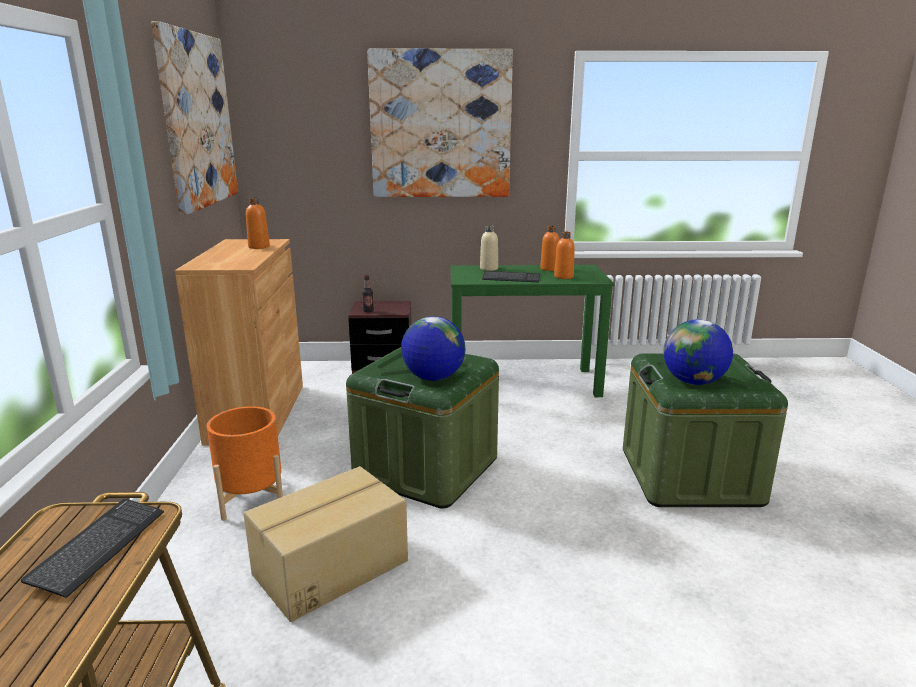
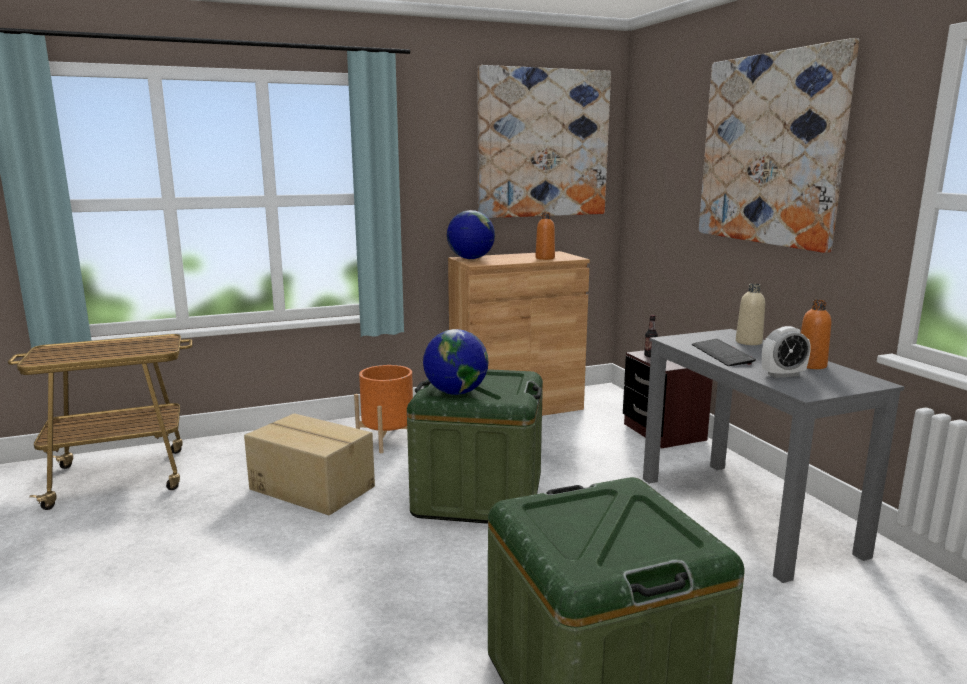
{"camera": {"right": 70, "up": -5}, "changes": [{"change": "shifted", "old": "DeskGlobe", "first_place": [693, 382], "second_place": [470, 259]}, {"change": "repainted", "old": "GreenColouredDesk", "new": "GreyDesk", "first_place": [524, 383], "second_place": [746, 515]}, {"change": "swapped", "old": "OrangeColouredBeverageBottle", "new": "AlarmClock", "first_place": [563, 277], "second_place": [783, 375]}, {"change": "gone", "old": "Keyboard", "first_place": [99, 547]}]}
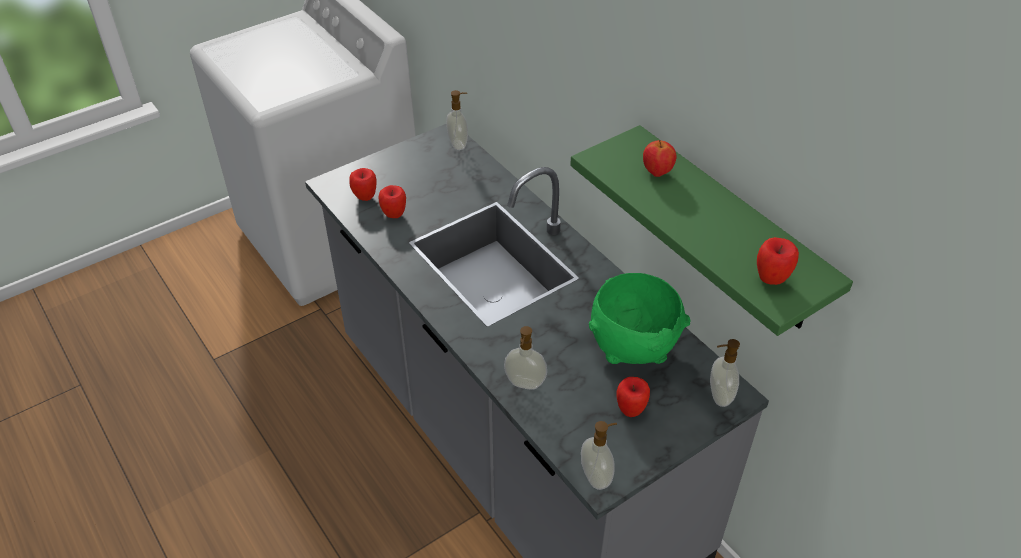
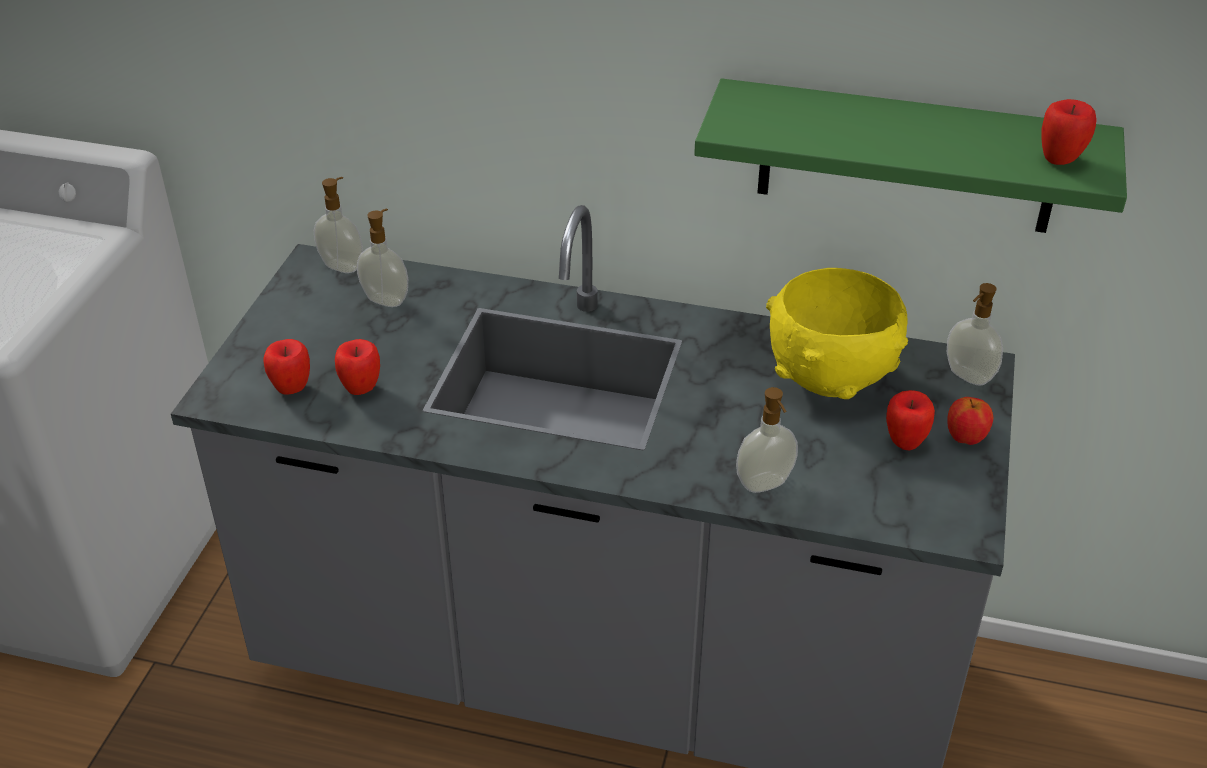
{"camera": {"right": -40, "up": -5}, "changes": [{"change": "shifted", "old": "SoapBottle", "first_place": [597, 477], "second_place": [386, 299]}, {"change": "repainted", "old": "GreenColouredDeepDish", "new": "YellowDeepDish", "first_place": [632, 349], "second_place": [829, 381]}, {"change": "shifted", "old": "AppleFruit", "first_place": [657, 172], "second_place": [965, 438]}]}
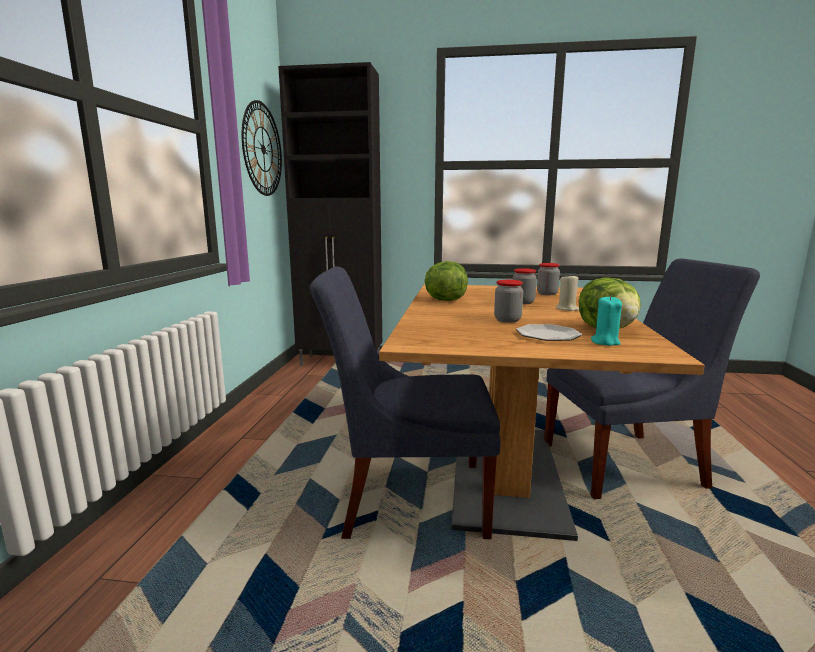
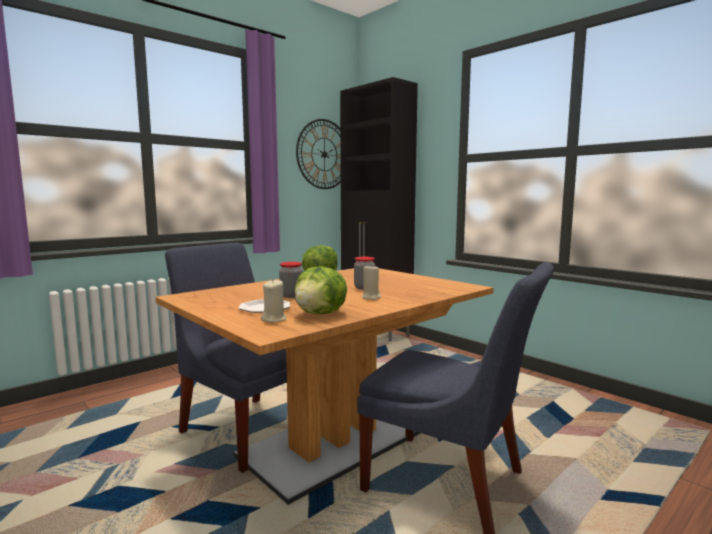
{"camera": {"right": 40, "up": -5}, "changes": [{"change": "repainted", "old": "BlueGreenWaxCandle", "new": "BeigeColouredWaxCandle", "first_place": [605, 342], "second_place": [274, 319]}, {"change": "gone", "old": "StorageJar", "first_place": [547, 293]}]}
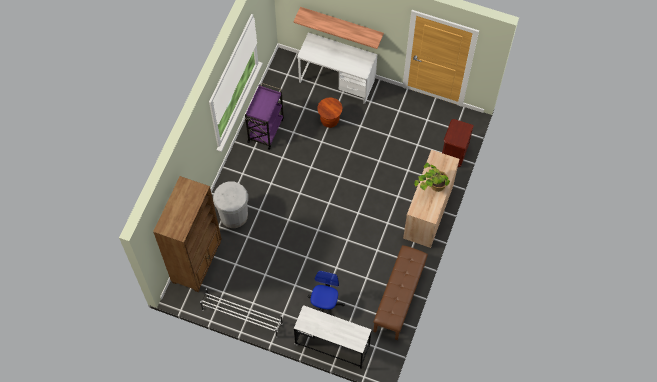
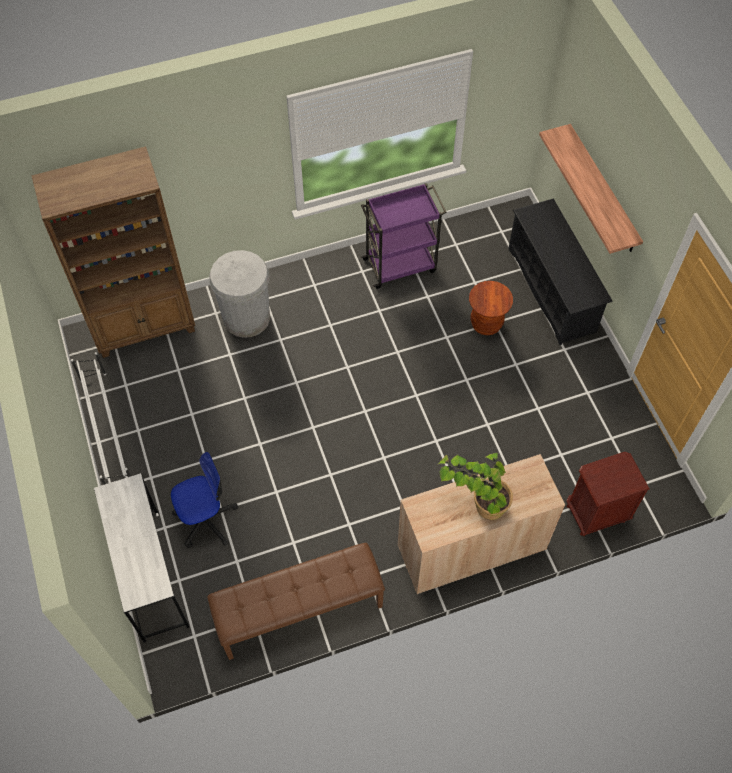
{"camera": {"right": 50, "up": -5}, "changes": [{"change": "swapped", "old": "WhitishDesk", "new": "BlackishShoeRack", "first_place": [337, 81], "second_place": [551, 290]}]}
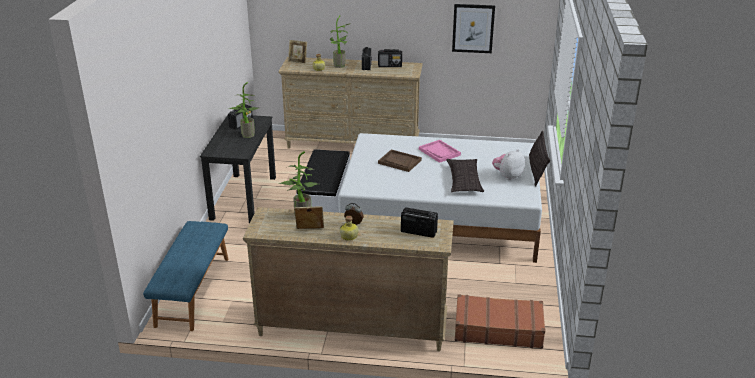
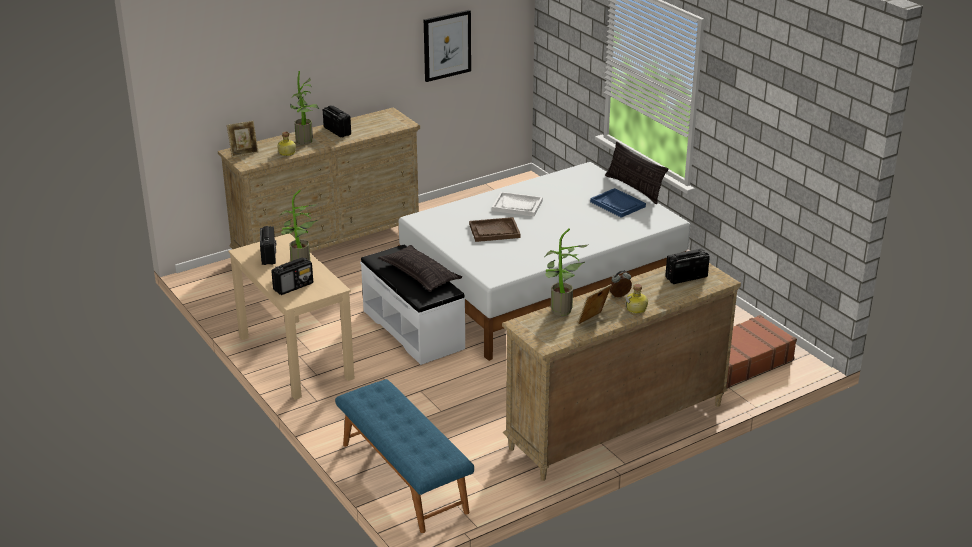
{"camera": {"right": -40, "up": 0}, "changes": [{"change": "repainted", "old": "BlackishDesk", "new": "BeigeColouredDesk", "first_place": [244, 197], "second_place": [295, 357]}, {"change": "shifted", "old": "RadioReceiver", "first_place": [390, 66], "second_place": [293, 286]}, {"change": "shifted", "old": "ThrowPillow", "first_place": [464, 180], "second_place": [420, 274]}, {"change": "repainted", "old": "PinkishCarryingTray", "new": "WhitishCarryingTray", "first_place": [439, 152], "second_place": [517, 205]}, {"change": "swapped", "old": "SoftToy", "new": "BlueCarryingTray", "first_place": [507, 176], "second_place": [618, 204]}]}
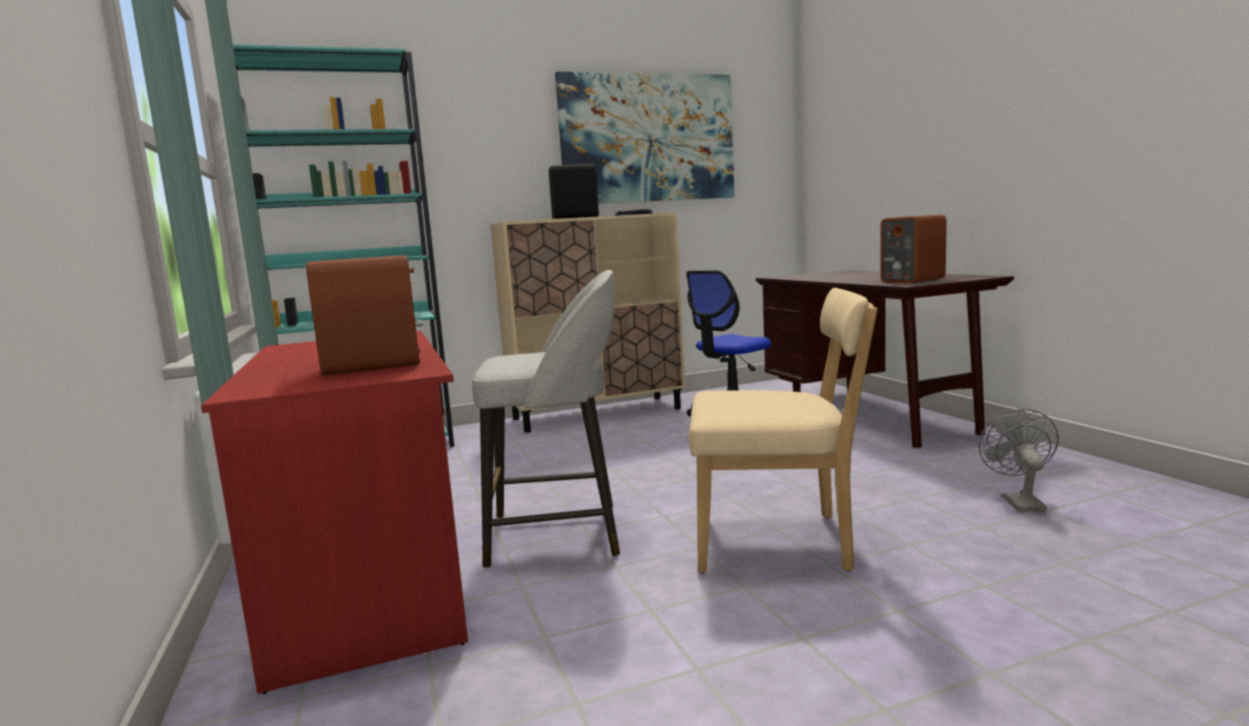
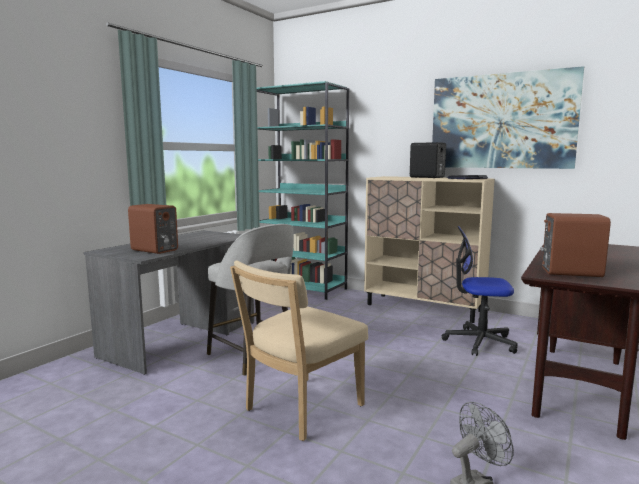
{"camera": {"right": 50, "up": 0}, "changes": [{"change": "repainted", "old": "RedDesk", "new": "GreyDesk", "first_place": [368, 577], "second_place": [182, 339]}, {"change": "rotated", "old": "BeigeColouredPlainChair", "first_place": [779, 542], "second_place": [300, 410], "degrees": 75}]}
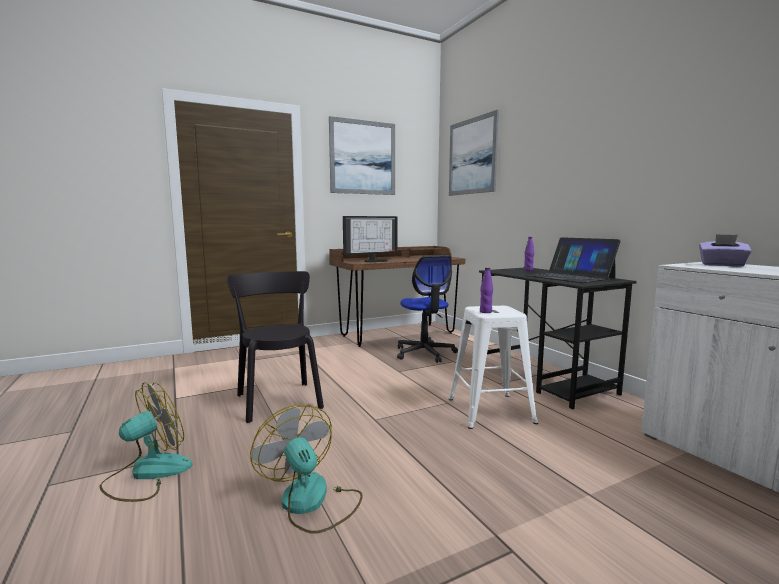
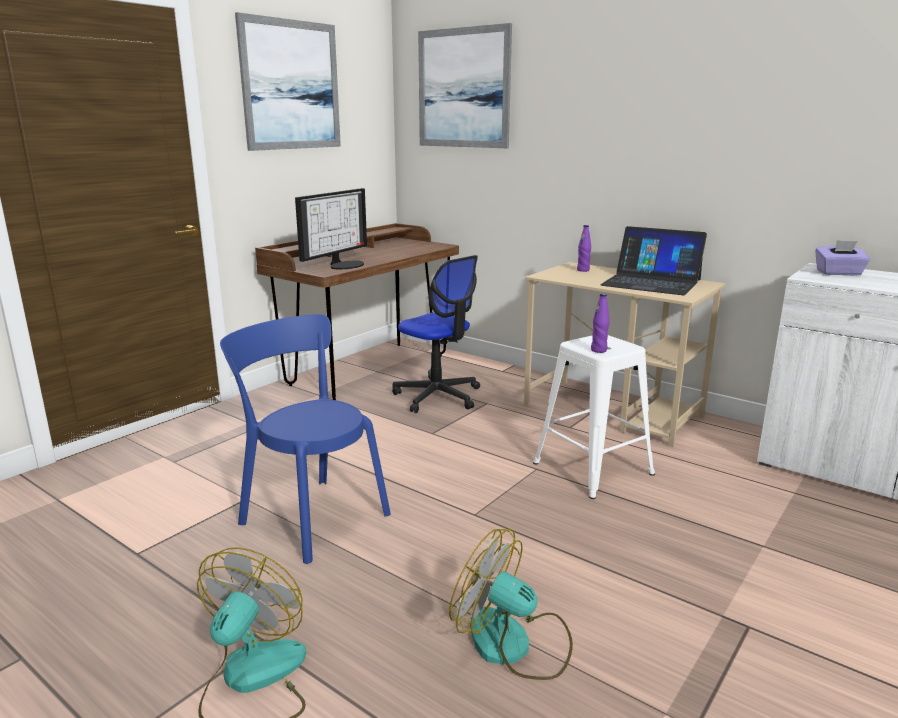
{"camera": {"right": -25, "up": 10}, "changes": [{"change": "repainted", "old": "BlackishPlainChair", "new": "BluePlainChair", "first_place": [278, 399], "second_place": [311, 516]}, {"change": "repainted", "old": "BlackishDesk", "new": "BeigeColouredDesk", "first_place": [544, 379], "second_place": [613, 411]}]}
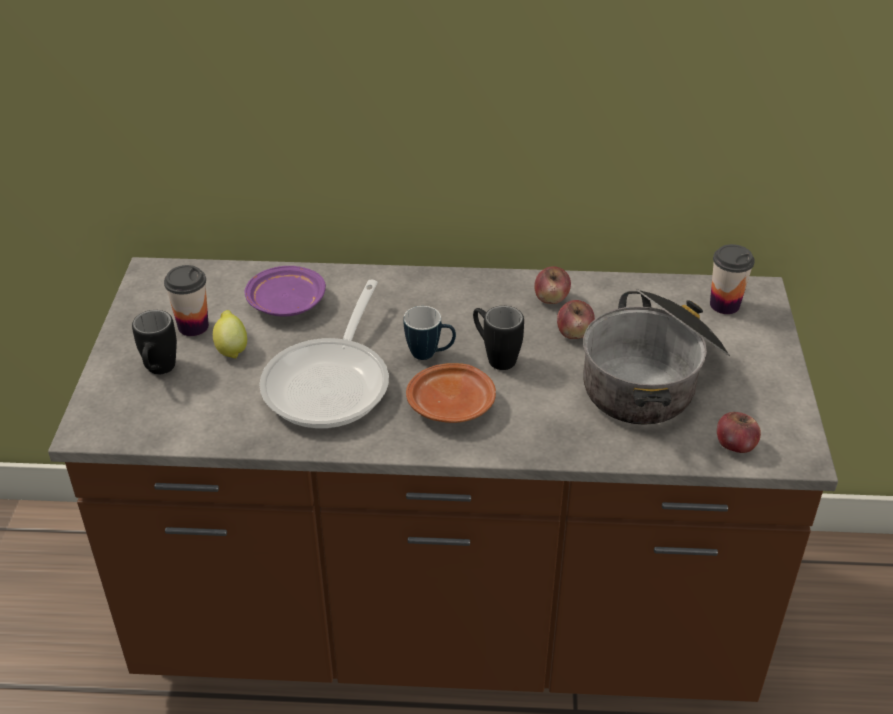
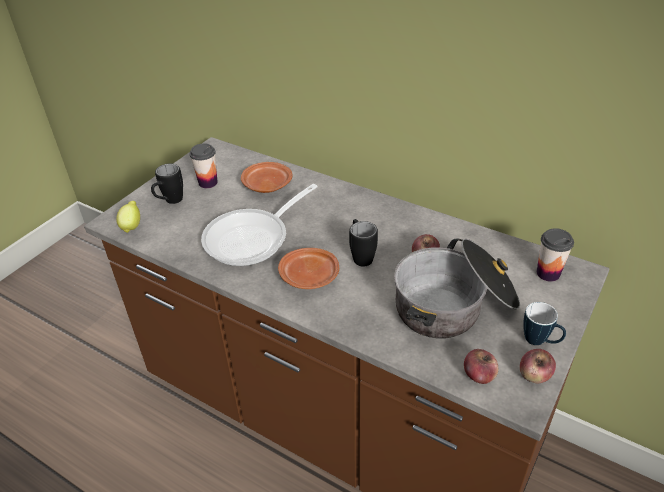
{"camera": {"right": 30, "up": 0}, "changes": [{"change": "shifted", "old": "CitrusFruit", "first_place": [232, 349], "second_place": [132, 226]}, {"change": "repainted", "old": "PurpleColouredDinnerPlate", "new": "BrownishDinnerPlate", "first_place": [285, 303], "second_place": [266, 185]}, {"change": "shifted", "old": "AppleFruit", "first_place": [551, 298], "second_place": [534, 375]}, {"change": "shifted", "old": "CoffeeMug", "first_place": [430, 354], "second_place": [540, 342]}]}
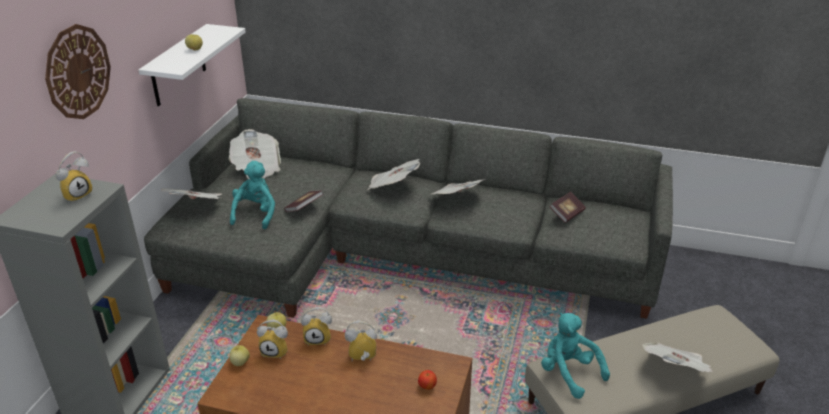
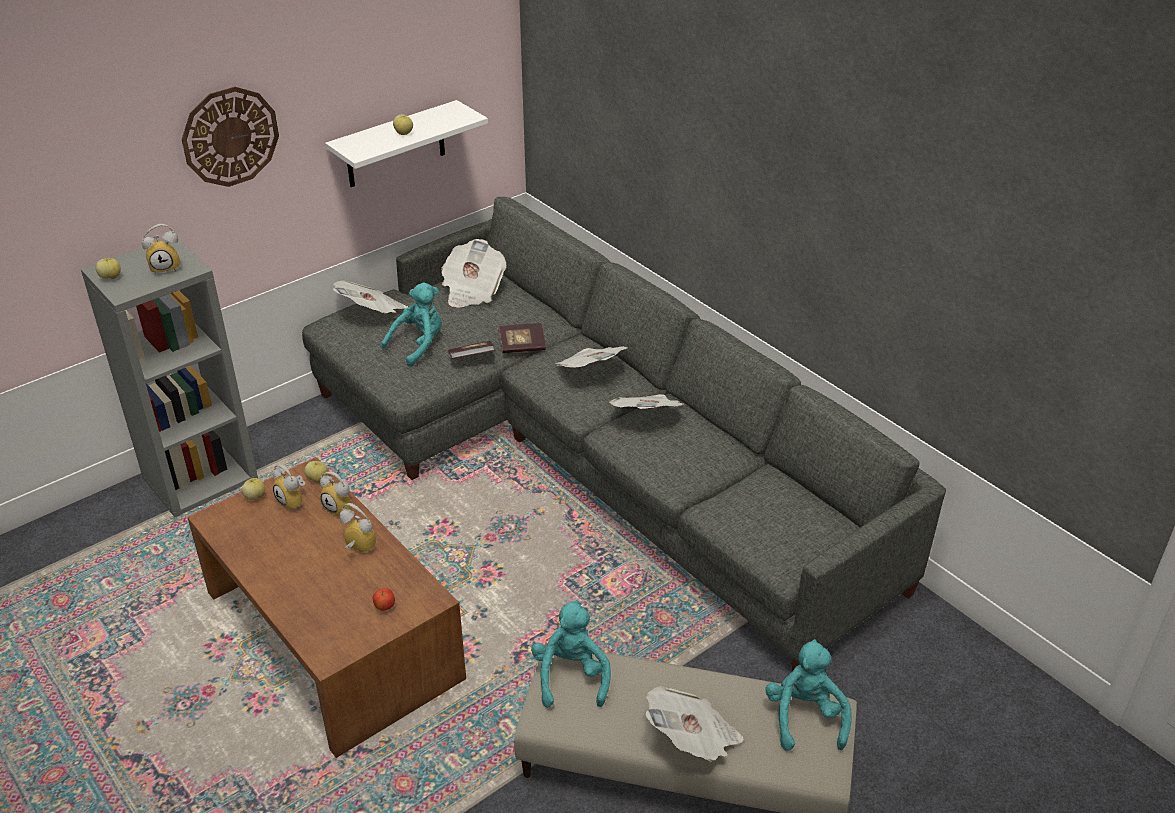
{"camera": {"right": 35, "up": 5}, "changes": [{"change": "new", "new": "AppleFruit", "second_place": [111, 277]}, {"change": "shifted", "old": "Volume", "first_place": [567, 214], "second_place": [522, 346]}, {"change": "new", "new": "BlueGreenSoftToy", "second_place": [805, 717]}]}
